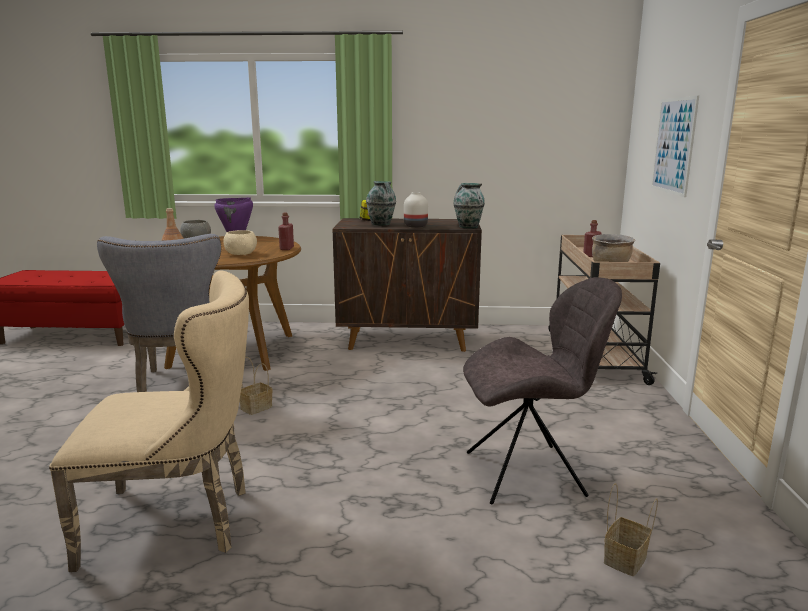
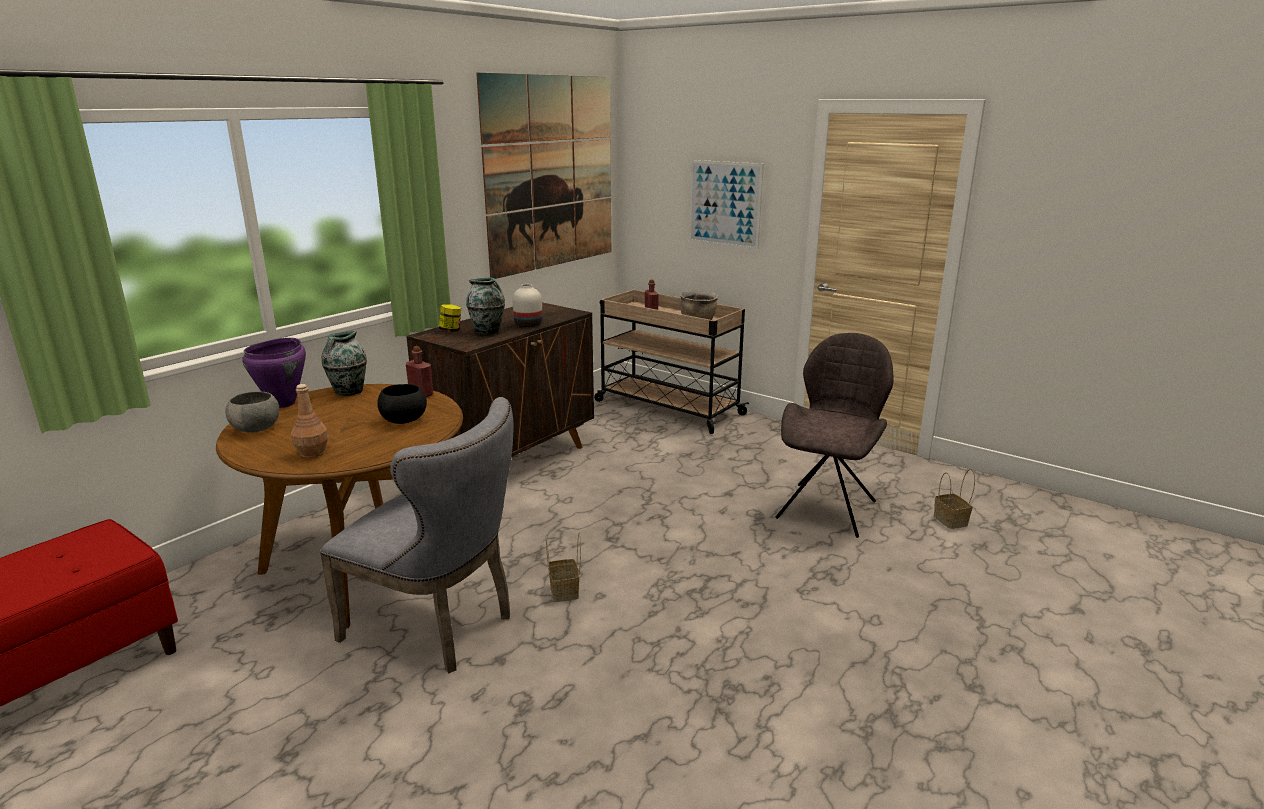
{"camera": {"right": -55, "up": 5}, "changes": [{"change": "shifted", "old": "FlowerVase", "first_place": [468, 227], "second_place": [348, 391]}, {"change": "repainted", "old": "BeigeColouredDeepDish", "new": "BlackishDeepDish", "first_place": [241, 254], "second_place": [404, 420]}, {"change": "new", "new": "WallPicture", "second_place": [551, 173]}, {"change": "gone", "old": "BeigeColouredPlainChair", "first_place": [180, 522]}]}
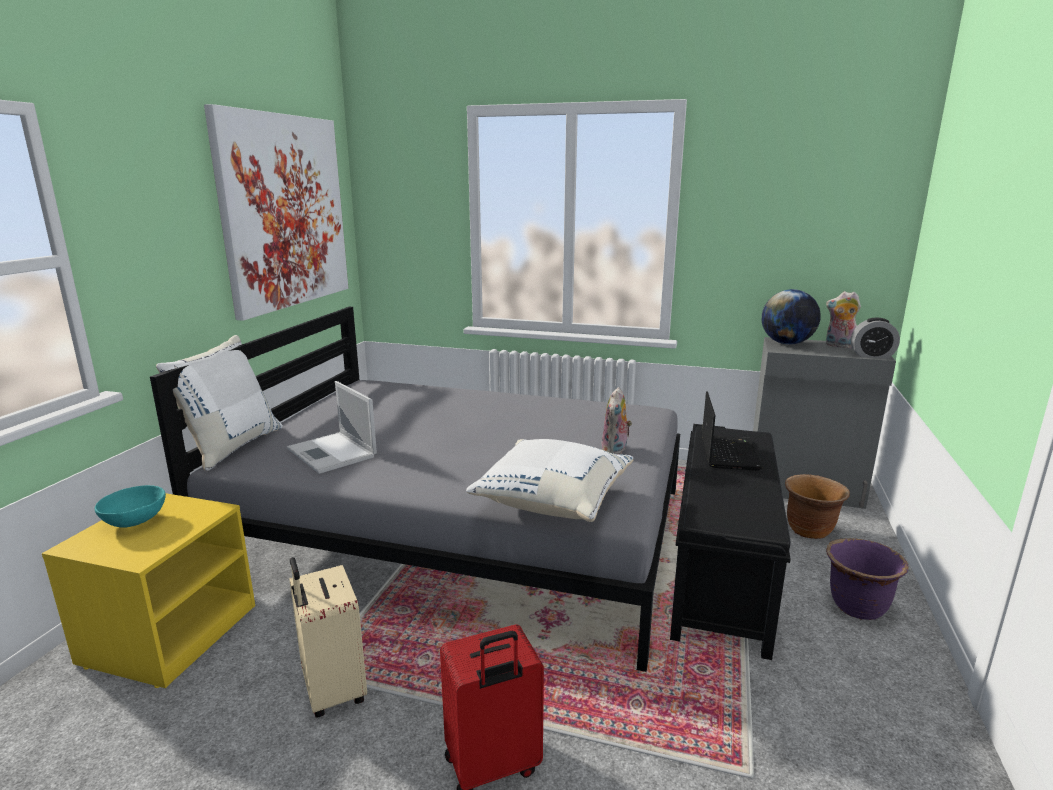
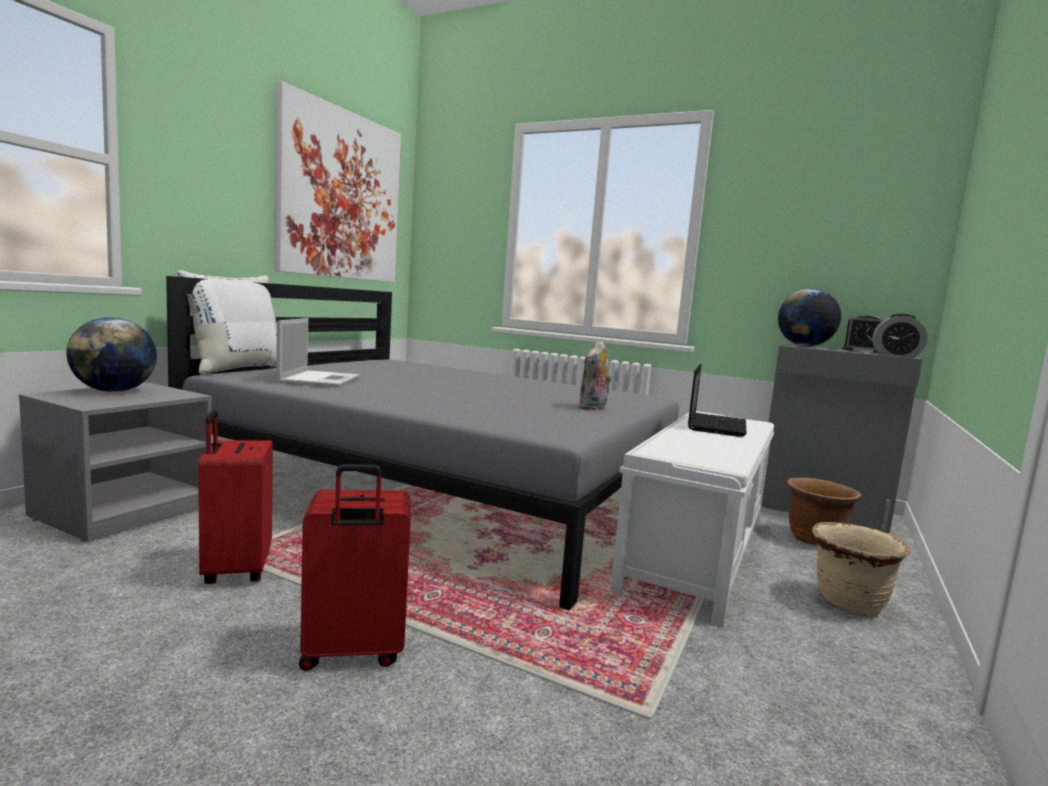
{"camera": {"right": 10, "up": -10}, "changes": [{"change": "repainted", "old": "YellowNightstand", "new": "GreyNightstand", "first_place": [170, 633], "second_place": [124, 511]}, {"change": "swapped", "old": "BlueGreenDeepDish", "new": "DeskGlobe", "first_place": [136, 521], "second_place": [114, 391]}, {"change": "repainted", "old": "BeigeColouredPieceOfLuggage", "new": "RedPieceOfLuggage", "first_place": [331, 691], "second_place": [235, 570]}, {"change": "rotated", "old": "PortableComputer", "first_place": [333, 453], "second_place": [320, 379], "degrees": -150}, {"change": "repainted", "old": "BlackishLongSeat", "new": "WhitishLongSeat", "first_place": [720, 568], "second_place": [697, 551]}, {"change": "repainted", "old": "PurpleColouredPlanter", "new": "BeigeColouredPlanter", "first_place": [857, 607], "second_place": [849, 603]}, {"change": "swapped", "old": "SoftToy", "new": "AlarmClock", "first_place": [839, 346], "second_place": [862, 351]}, {"change": "gone", "old": "WhitishThrowPillow", "first_place": [552, 500]}]}
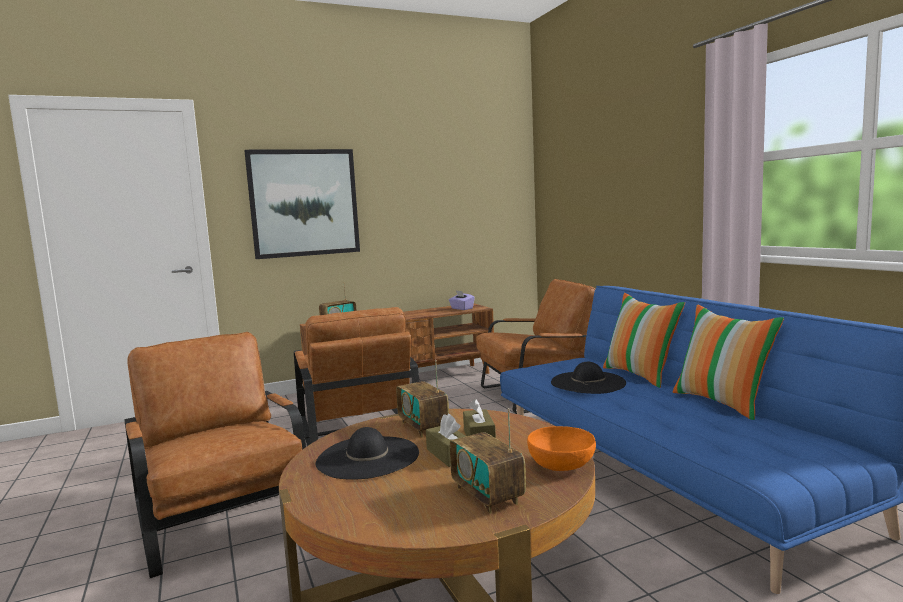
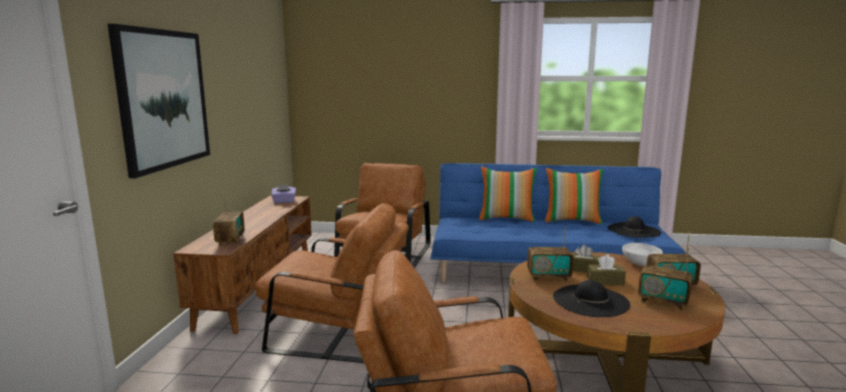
{"camera": {"right": -60, "up": 5}, "changes": [{"change": "shifted", "old": "BlackishClothingHat", "first_place": [588, 382], "second_place": [633, 230]}, {"change": "repainted", "old": "OrangeColouredDeepDish", "new": "WhitishDeepDish", "first_place": [561, 465], "second_place": [640, 263]}, {"change": "new", "new": "RadioReceiver", "second_place": [663, 302]}]}
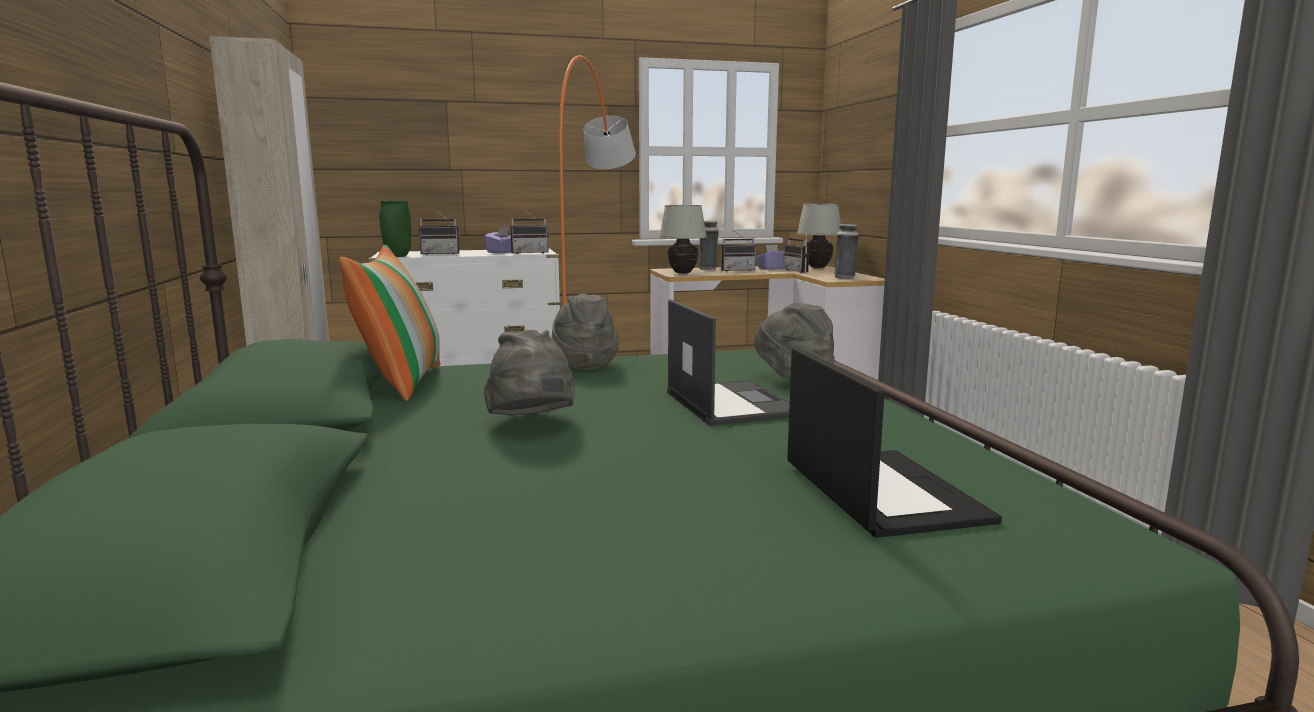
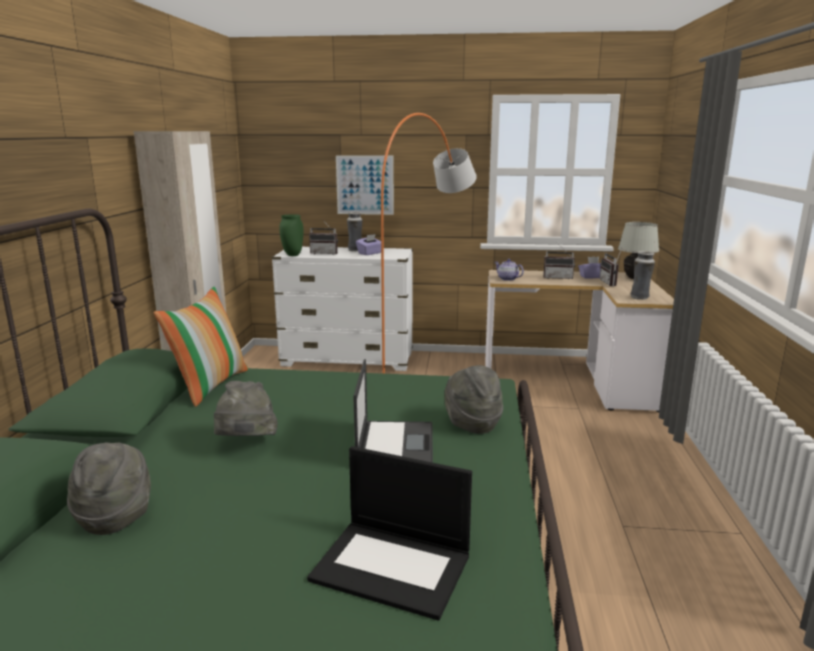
{"camera": {"right": 20, "up": 5}, "changes": [{"change": "shifted", "old": "GreyClothingHat", "first_place": [583, 364], "second_place": [115, 516]}, {"change": "rotated", "old": "PortableComputer", "first_place": [879, 491], "second_place": [393, 567], "degrees": 105}, {"change": "new", "new": "WallPicture", "second_place": [365, 185]}, {"change": "shifted", "old": "FlowerVase", "first_place": [708, 269], "second_place": [355, 250]}, {"change": "swapped", "old": "WhitishTableLamp", "new": "TeaPot", "first_place": [683, 273], "second_place": [507, 279]}, {"change": "gone", "old": "RadioReceiver", "first_place": [530, 253]}]}
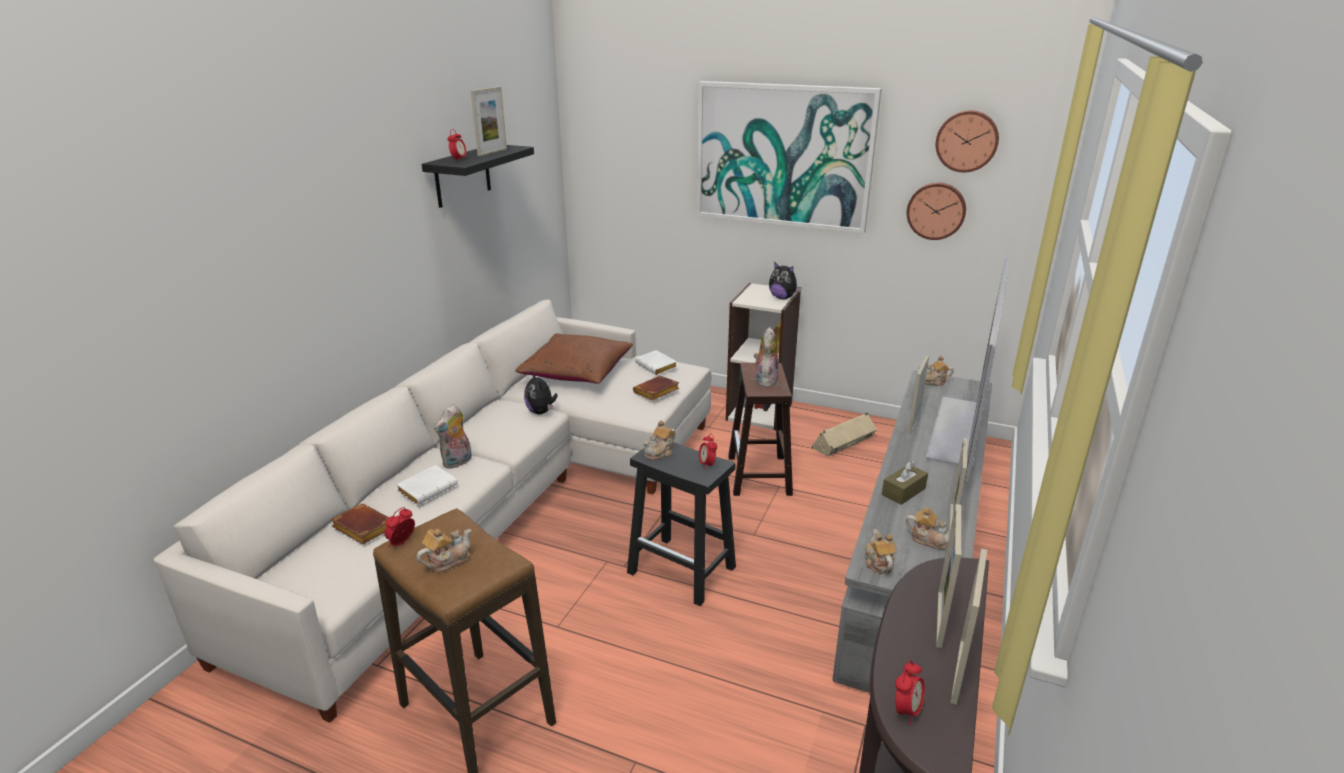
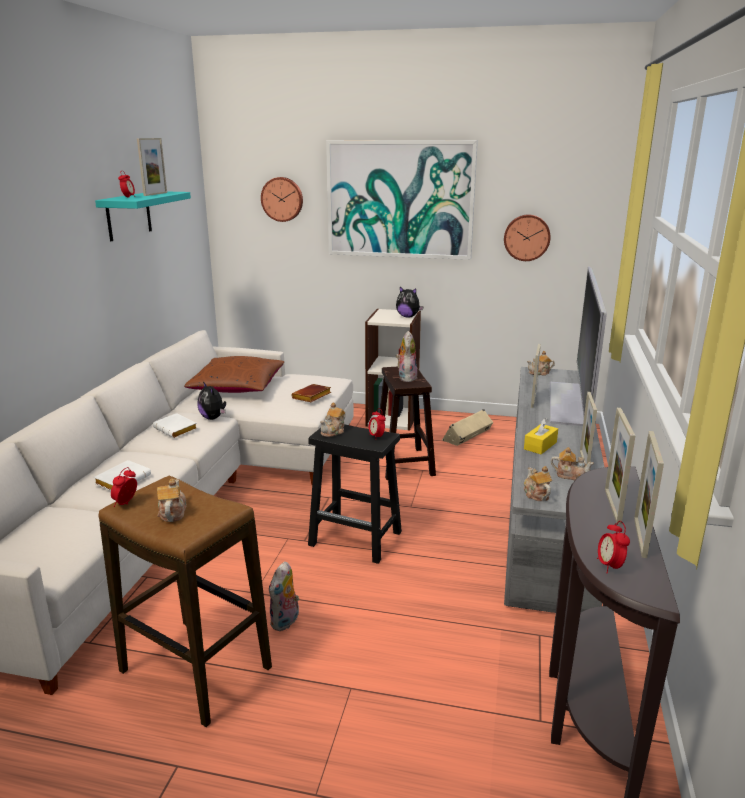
{"camera": {"right": -10, "up": -5}, "changes": [{"change": "repainted", "old": "BlackishBracketShelf", "new": "BlueGreenBracketShelf", "first_place": [462, 176], "second_place": [128, 215]}, {"change": "shifted", "old": "WhitishVolume", "first_place": [657, 366], "second_place": [177, 429]}, {"change": "rotated", "old": "TeaPot", "first_place": [447, 560], "second_place": [172, 513], "degrees": -45}, {"change": "shifted", "old": "WallClock", "first_place": [967, 141], "second_place": [282, 199]}, {"change": "shifted", "old": "SoftToy", "first_place": [458, 462], "second_place": [285, 622]}, {"change": "repainted", "old": "BrownishBoxOfTissues", "new": "YellowBoxOfTissues", "first_place": [903, 492], "second_place": [540, 445]}, {"change": "rotated", "old": "AlarmClock", "first_place": [906, 711], "second_place": [609, 566], "degrees": 150}, {"change": "gone", "old": "BrownishVolume", "first_place": [361, 528]}]}
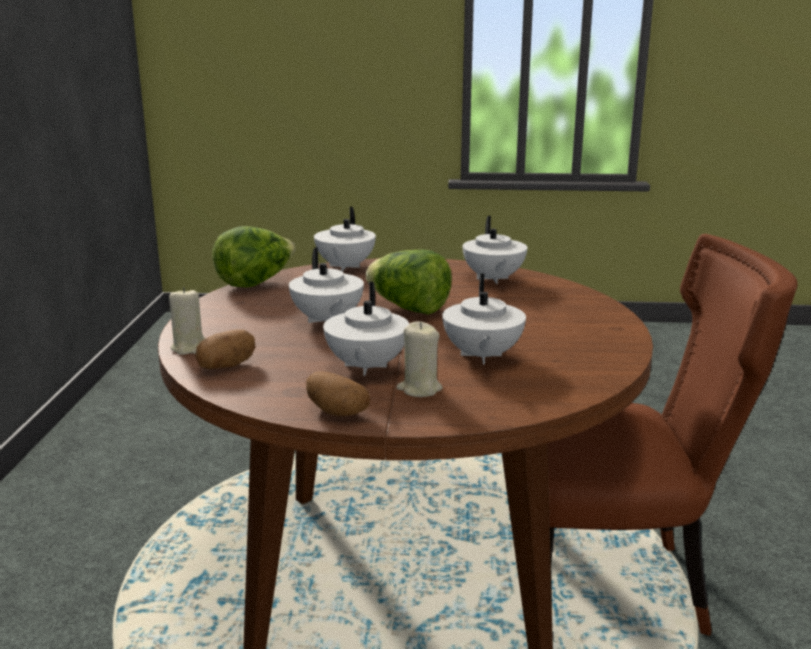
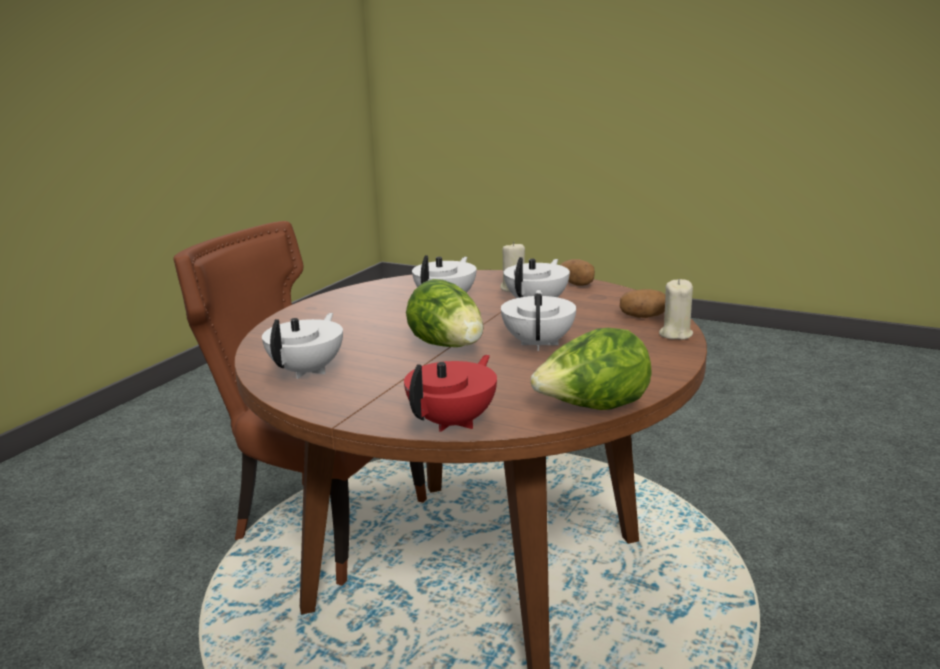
{"camera": {"right": -155, "up": 0}, "changes": [{"change": "repainted", "old": "WhitishTeaPot", "new": "RedTeaPot", "first_place": [344, 267], "second_place": [454, 422]}]}
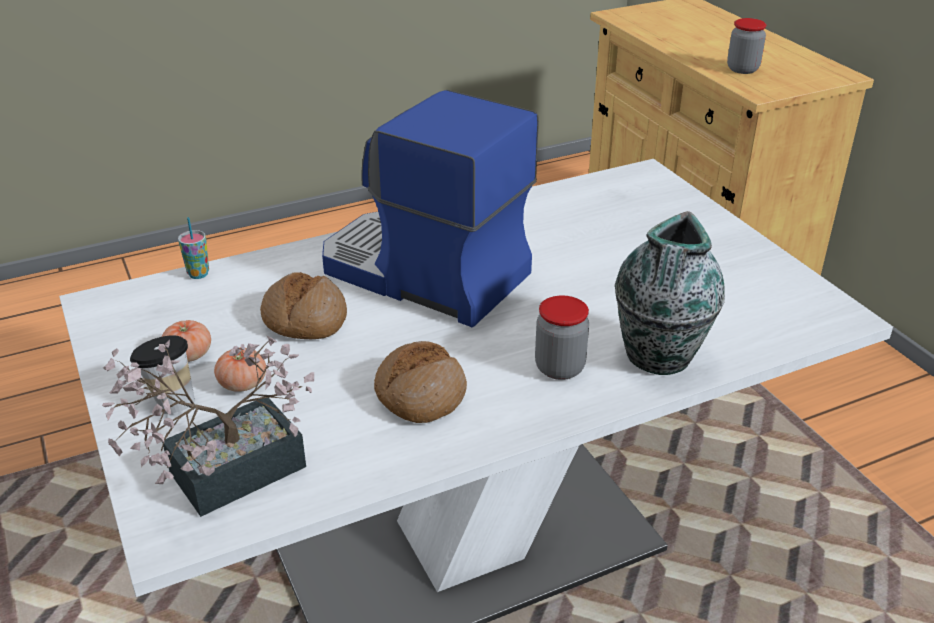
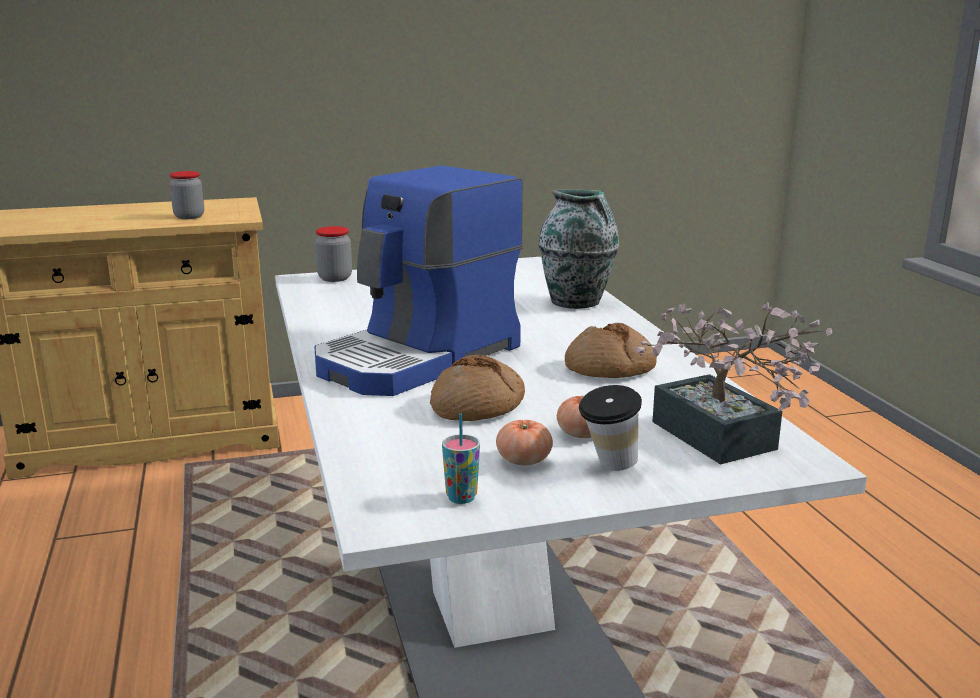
{"camera": {"right": -80, "up": -15}, "changes": [{"change": "shifted", "old": "StorageJar", "first_place": [559, 368], "second_place": [335, 278]}, {"change": "shifted", "old": "Cup", "first_place": [198, 274], "second_place": [461, 498]}]}
